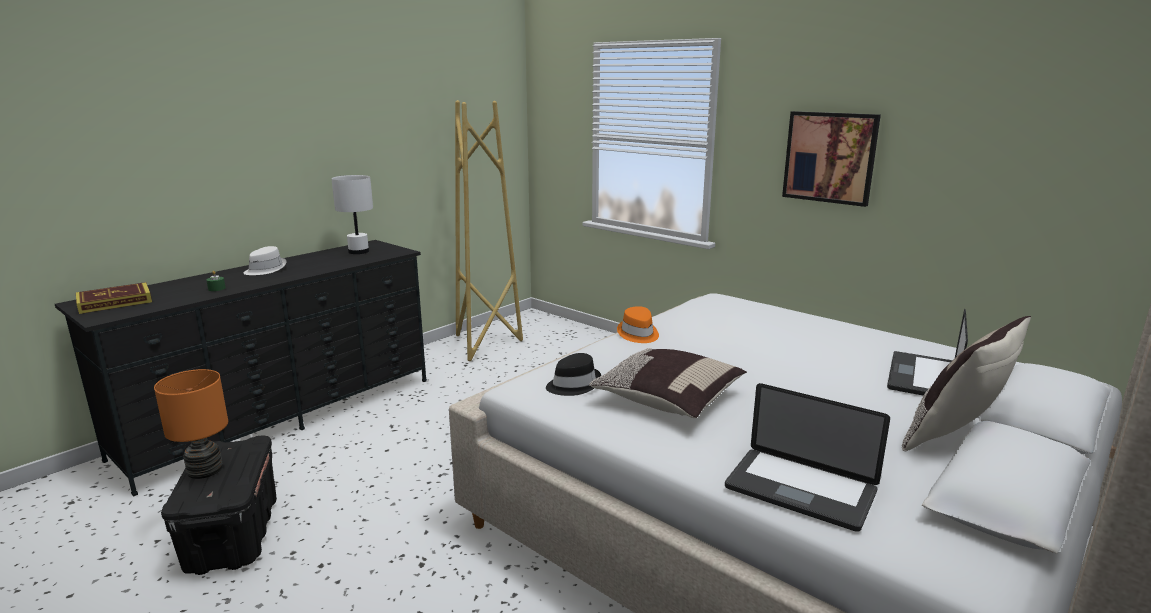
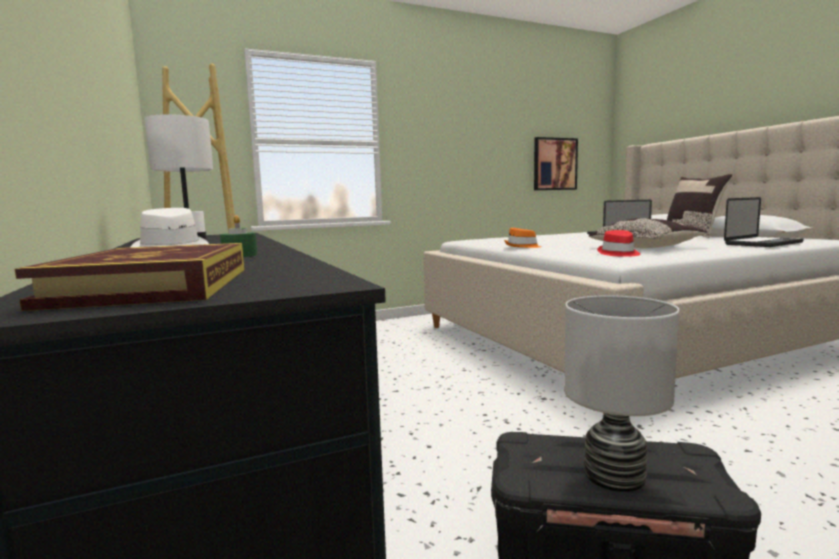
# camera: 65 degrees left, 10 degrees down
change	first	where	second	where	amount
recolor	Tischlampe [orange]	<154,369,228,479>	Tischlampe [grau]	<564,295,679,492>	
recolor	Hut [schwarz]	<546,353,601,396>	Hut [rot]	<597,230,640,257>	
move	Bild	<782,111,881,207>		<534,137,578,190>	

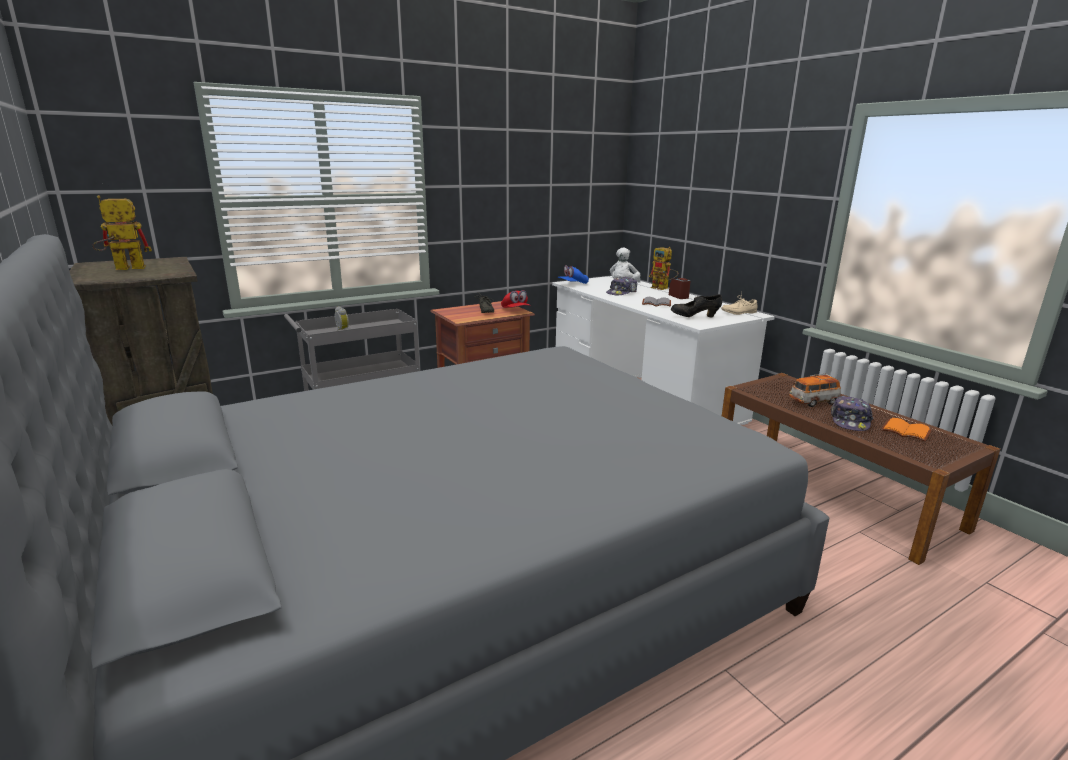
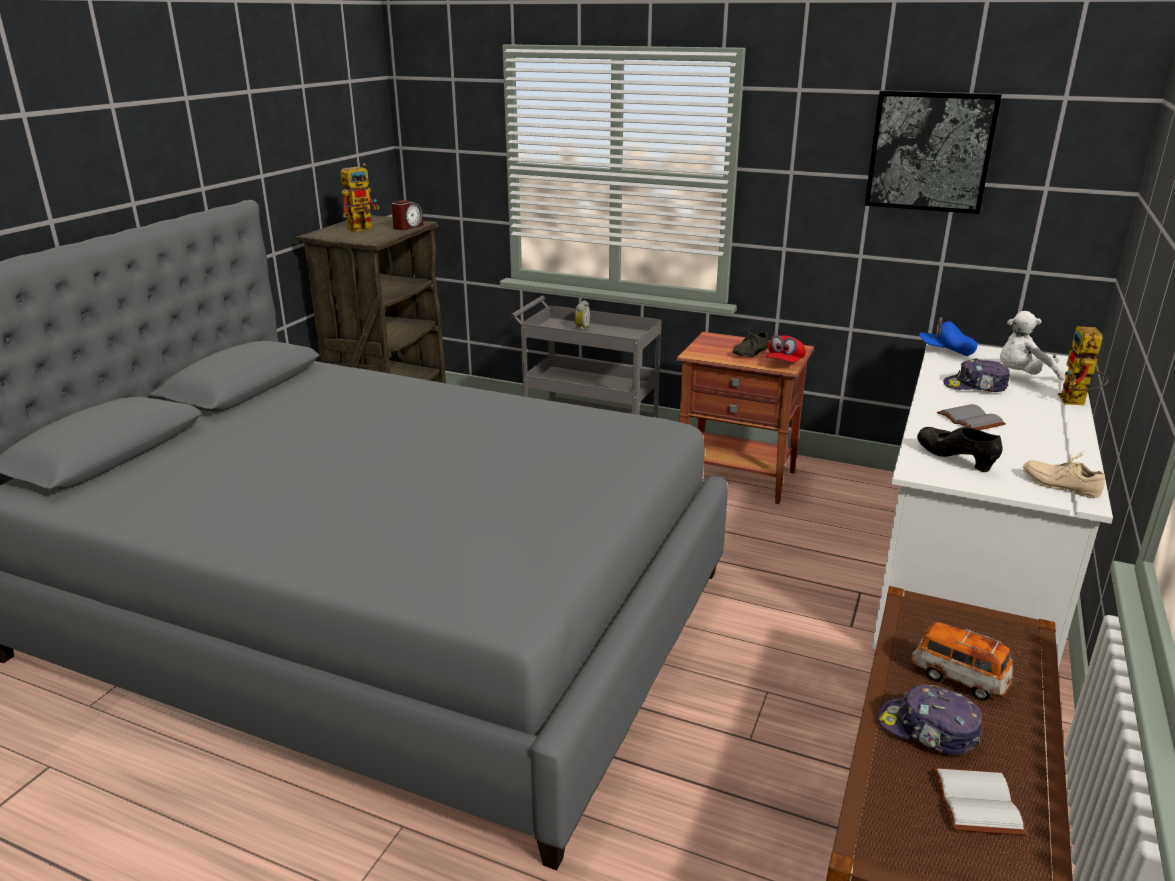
# camera: 55 degrees right, 5 degrees up
change	first	where	second	where	amount
rotate	Spielzeugroboter	<92,195,152,270>		<341,163,379,232>	105 degrees clockwise
move	Wecker	<669,278,691,299>		<391,200,423,230>	
rotate	Kappe	<831,396,873,431>		<878,685,982,755>	45 degrees clockwise
recolor	Buch [orange]	<881,418,932,442>	Buch [weiß]	<933,768,1027,836>	
insert			Bild	<865,91,1002,214>	

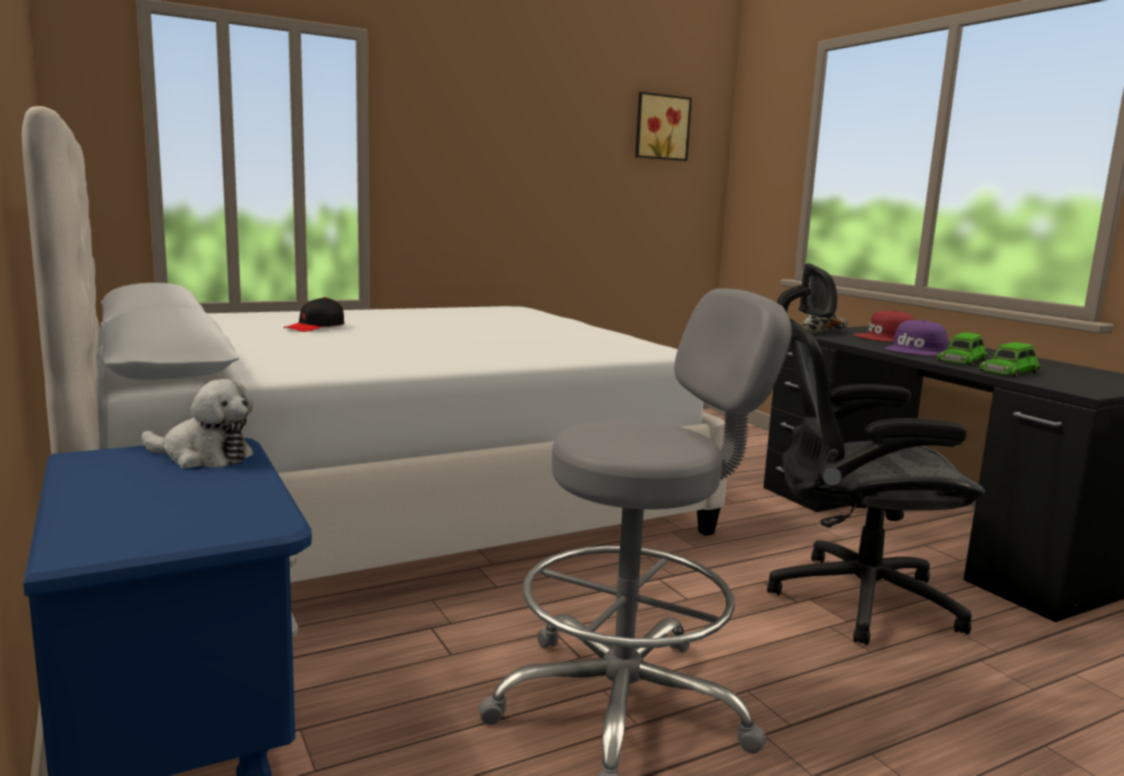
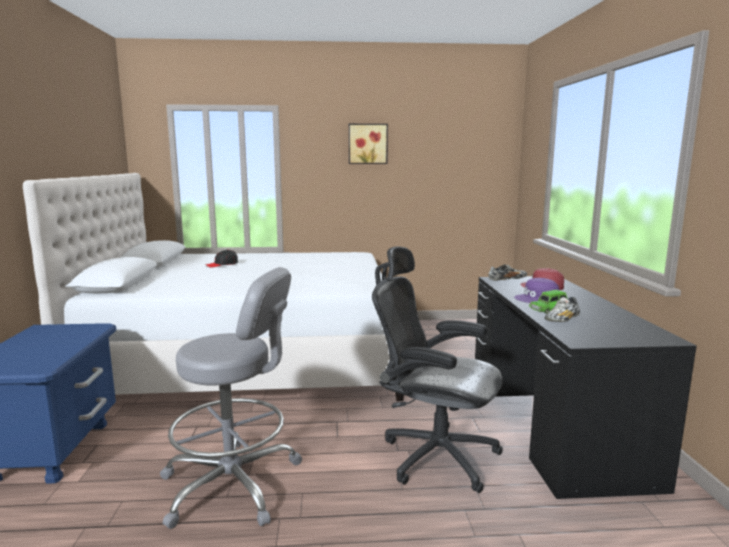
# camera: 25 degrees right, 0 degrees up
change	first	where	second	where	amount
delete	Plüschtier	<141,379,254,468>			
move	Bild	<635,92,692,161>		<349,124,388,164>	
replace	Spielzeugauto [grün]	<980,342,1041,377>	Schuh	<544,297,580,322>	

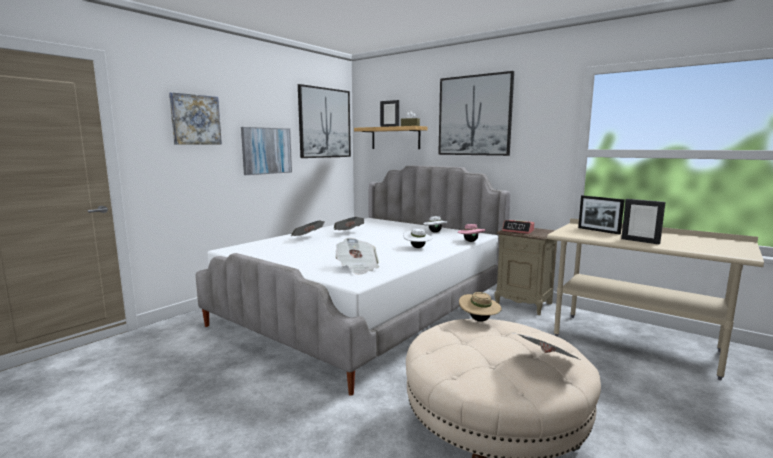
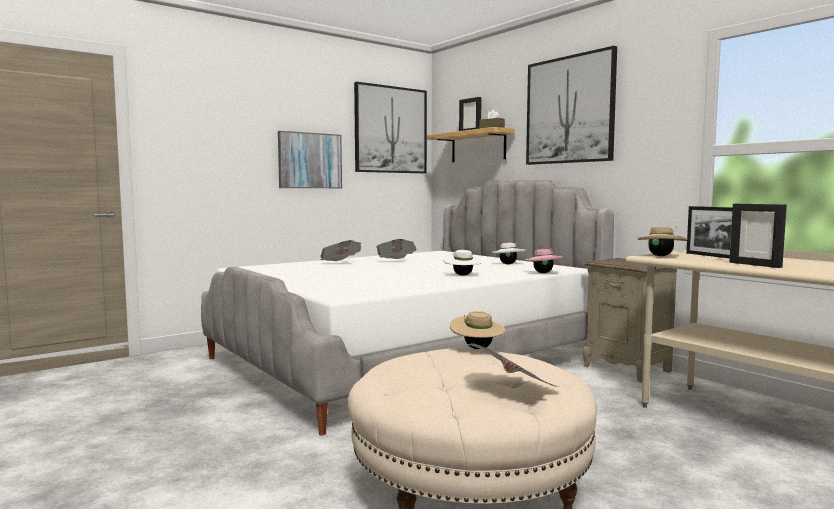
# camera: 15 degrees right, 5 degrees down
change	first	where	second	where	amount
delete	Bild	<169,92,222,144>			
delete	Zeitung	<335,238,379,275>			
delete	Wecker	<502,220,535,234>			
insert			Hut [beige]	<638,227,687,256>	

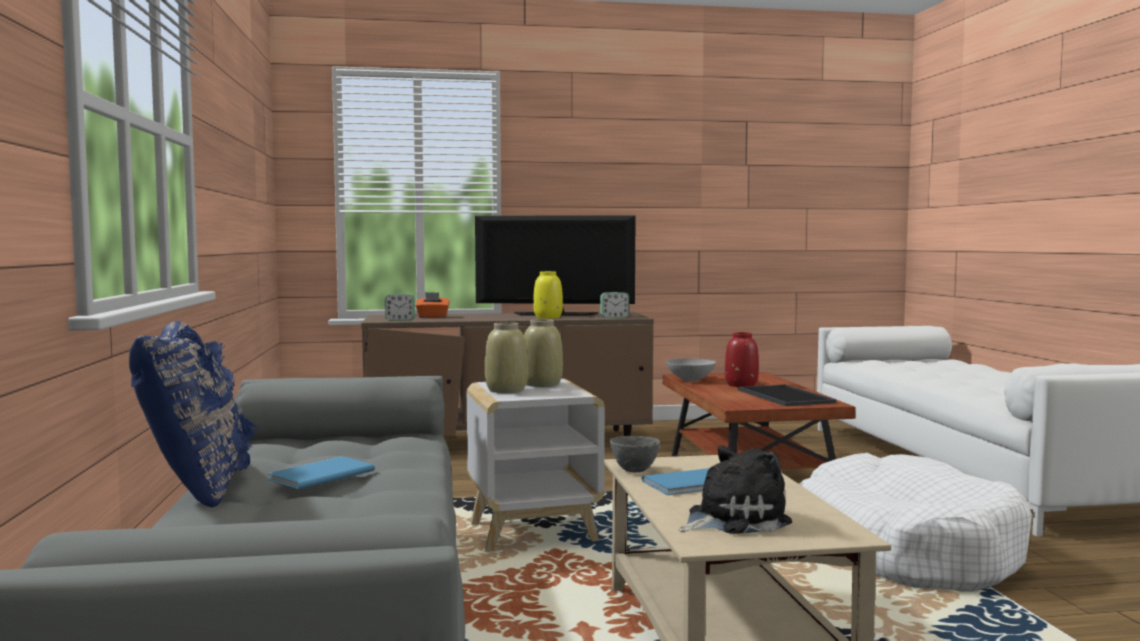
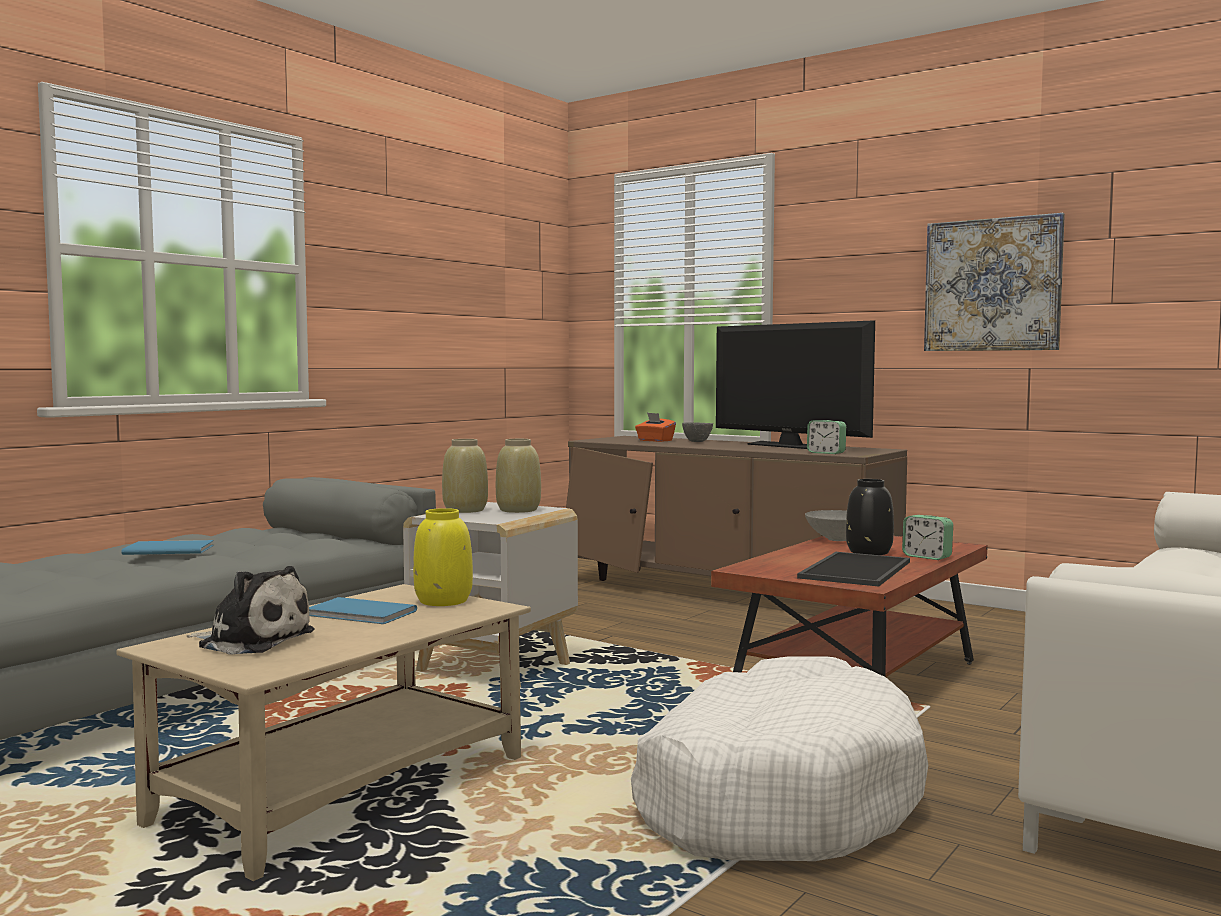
# camera: 45 degrees right, 0 degrees up
change	first	where	second	where	amount
delete	Kissen [blau]	<129,321,259,507>			
move	Wecker	<385,294,415,321>		<902,515,953,560>	
move	Vase [gelb]	<533,271,563,319>		<413,508,473,606>	
move	Schüssel [grau]	<610,436,660,472>		<682,422,713,442>	
recolor	Vase [rot]	<725,332,759,387>	Vase [schwarz]	<846,479,894,555>	
insert			Bild	<924,213,1065,351>	

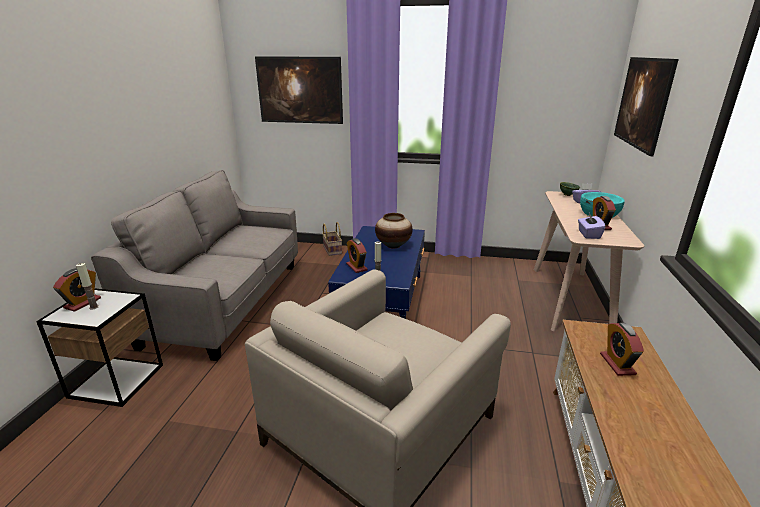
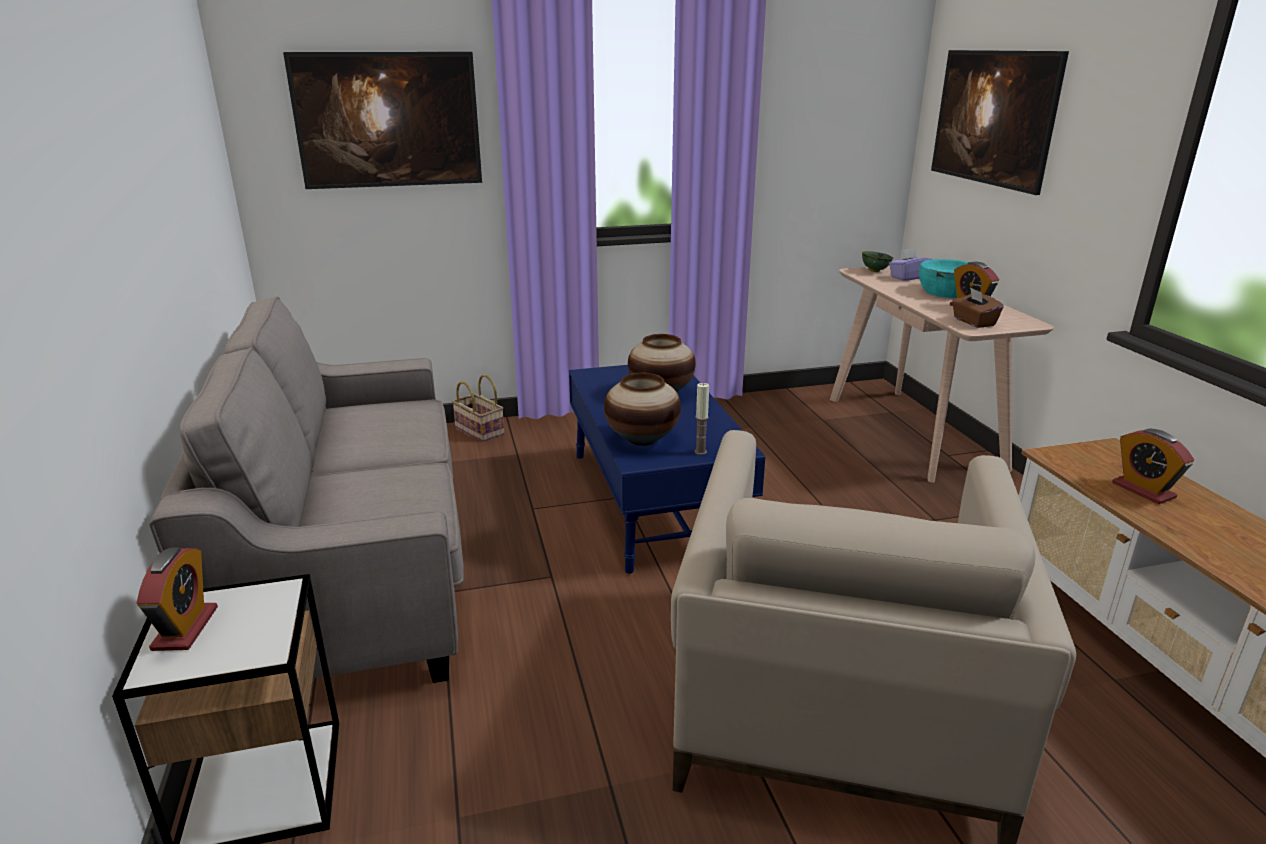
# camera: 25 degrees left, 0 degrees up
change	first	where	second	where	amount
delete	Kerze	<76,263,99,310>			
replace	Wecker	<346,238,368,273>	Vase	<604,373,681,446>	
recolor	Taschentuchbox [lila]	<578,213,606,239>	Taschentuchbox [braun]	<952,287,1004,328>	

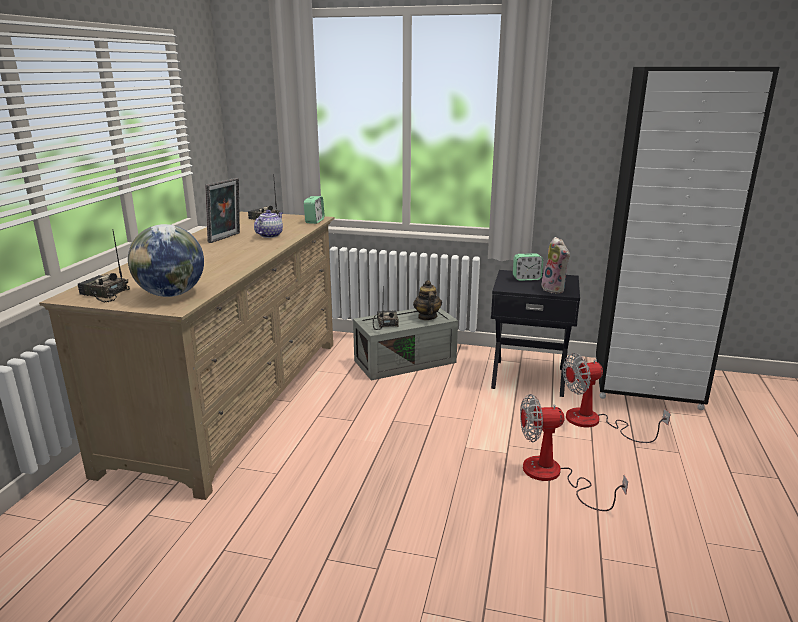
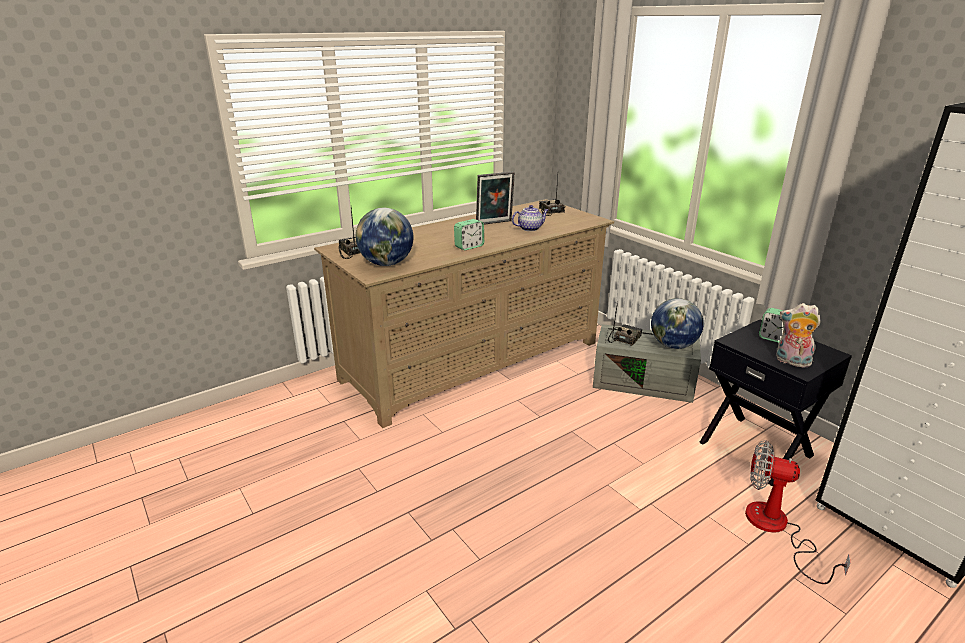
# camera: 40 degrees right, 5 degrees up
change	first	where	second	where	amount
move	Wecker	<304,196,325,224>		<454,219,484,250>	
replace	Teekanne	<413,280,442,320>	Globus	<651,298,704,349>	
delete	Ventilator	<520,394,628,511>			
rotate	Plüschtier	<541,237,570,294>		<776,303,821,368>	105 degrees clockwise

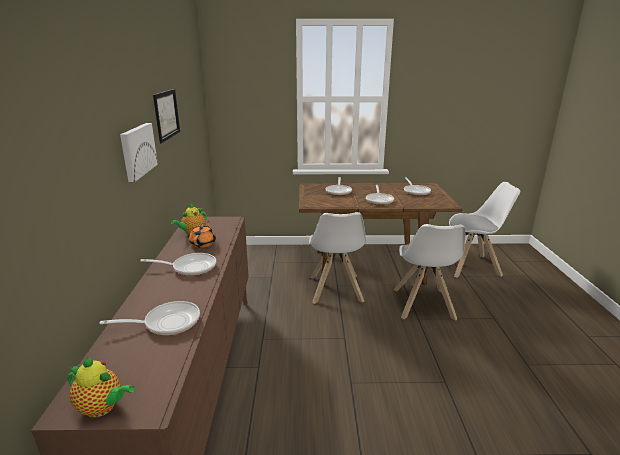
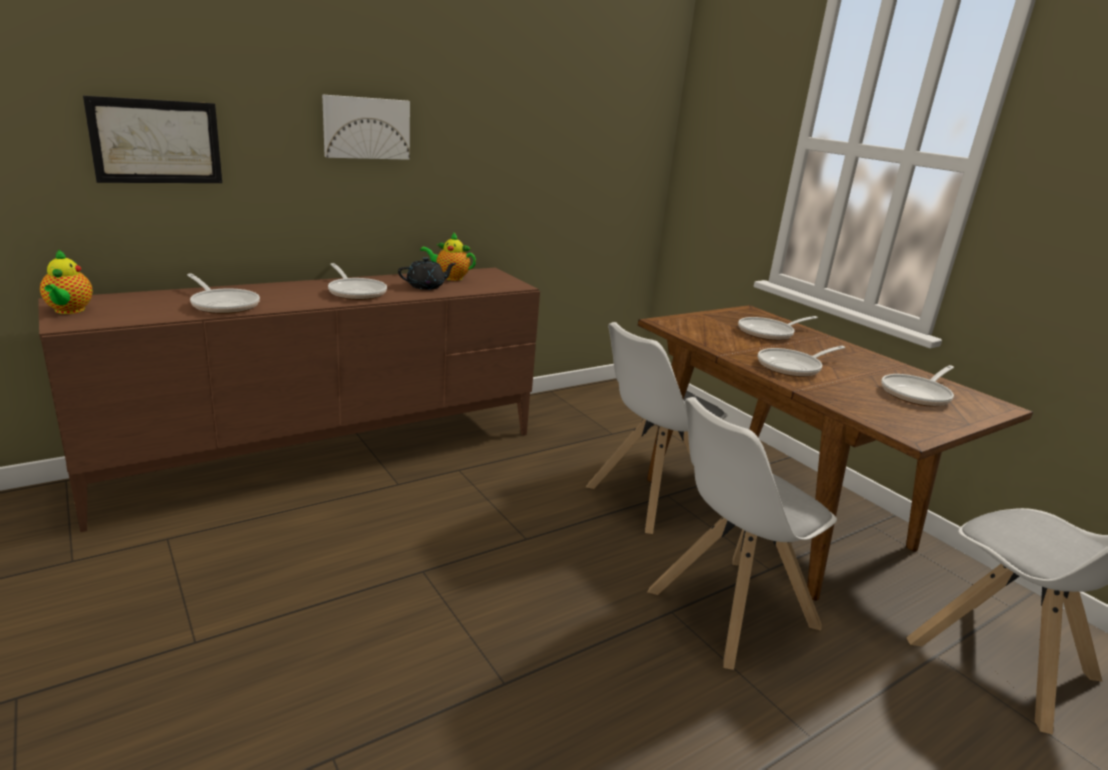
# camera: 55 degrees right, 0 degrees up
change	first	where	second	where	amount
move	Bild	<153,89,180,143>		<83,96,222,183>	
recolor	Teekanne [orange]	<189,221,216,248>	Teekanne [schwarz]	<398,257,457,290>	

